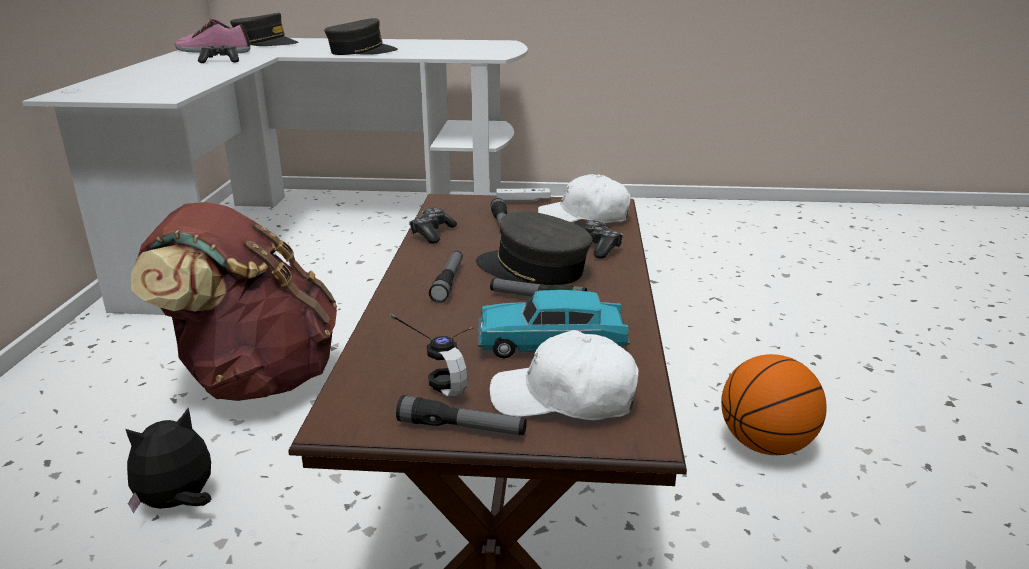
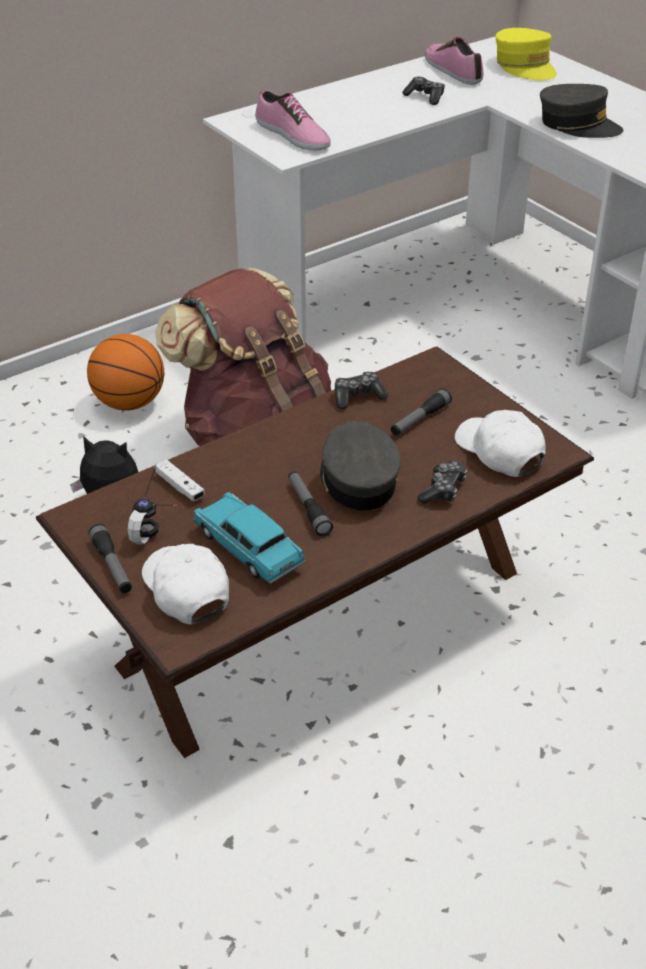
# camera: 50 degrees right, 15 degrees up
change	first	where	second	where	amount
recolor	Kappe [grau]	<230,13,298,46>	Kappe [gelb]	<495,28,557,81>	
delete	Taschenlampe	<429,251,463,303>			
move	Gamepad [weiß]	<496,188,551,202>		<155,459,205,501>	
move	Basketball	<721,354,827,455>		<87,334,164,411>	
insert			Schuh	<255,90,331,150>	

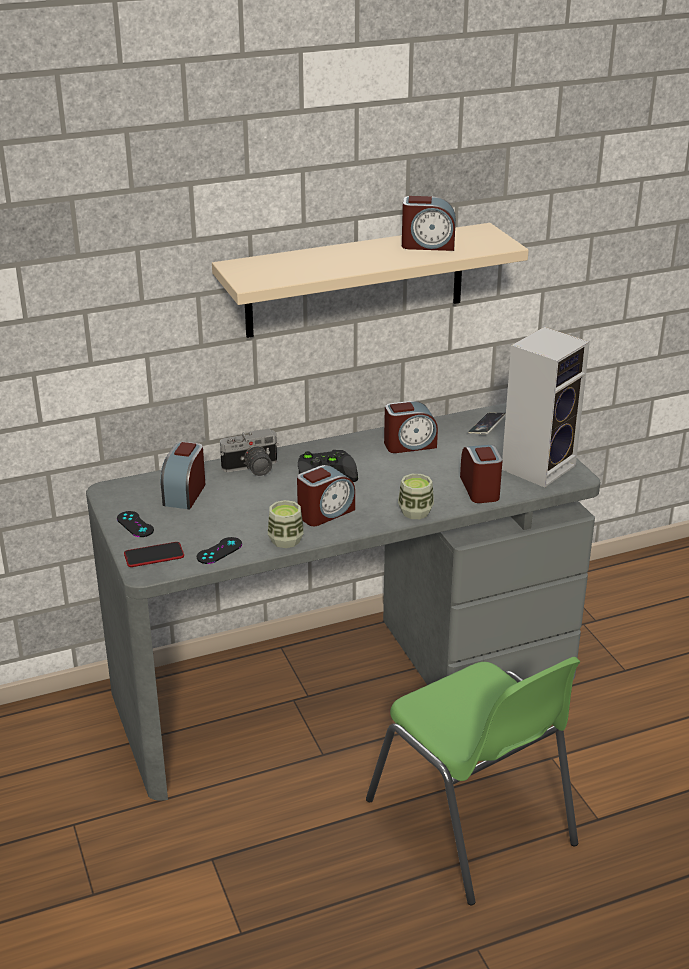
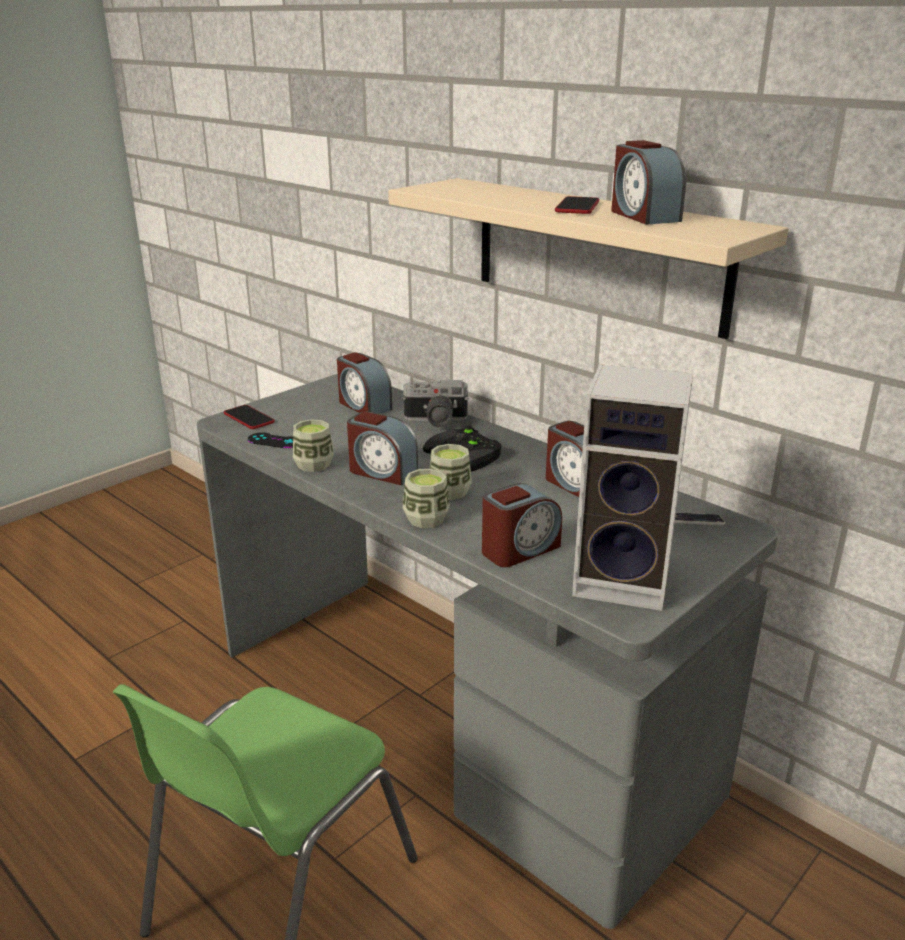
# camera: 65 degrees right, 5 degrees down
change	first	where	second	where	amount
delete	Gamepad [schwarz]	<117,511,154,537>			
rotate	Wecker	<160,442,206,510>		<337,352,392,414>	120 degrees counterclockwise
rotate	Kamera	<220,428,279,476>		<402,380,469,427>	45 degrees counterclockwise
insert			Tasse	<430,444,472,500>	
insert			Handy	<555,196,599,214>	

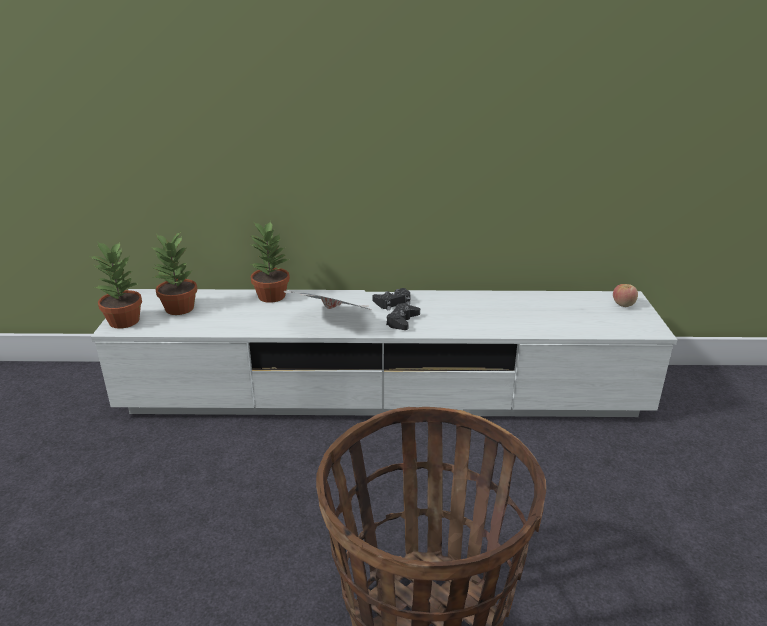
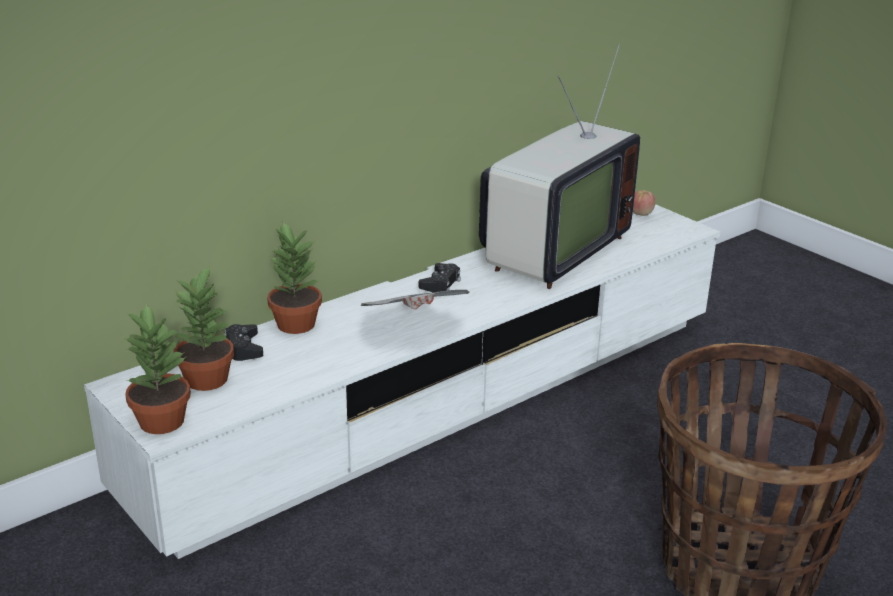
# camera: 40 degrees left, 0 degrees up
change	first	where	second	where	amount
move	Gamepad [schwarz]	<386,303,420,330>		<225,324,263,361>	
insert			Fernseher	<479,44,640,289>	

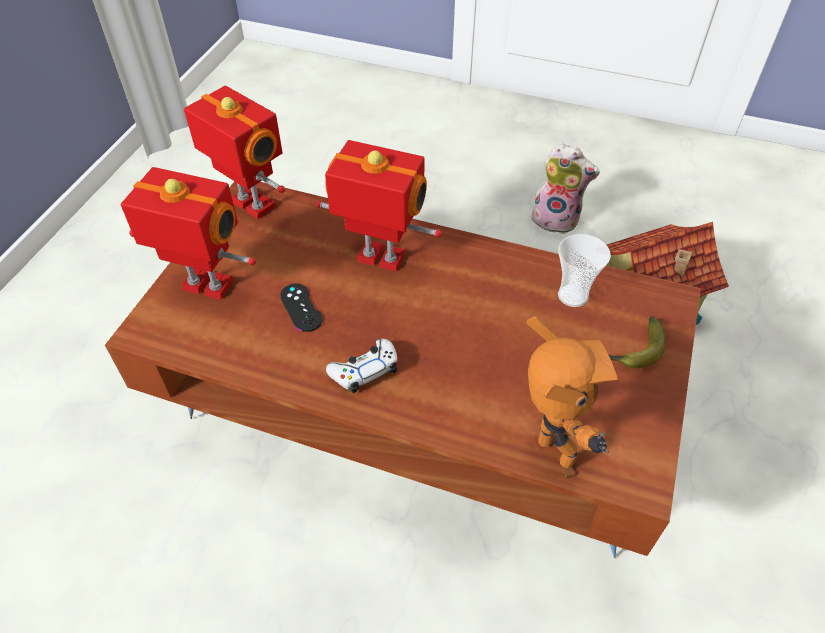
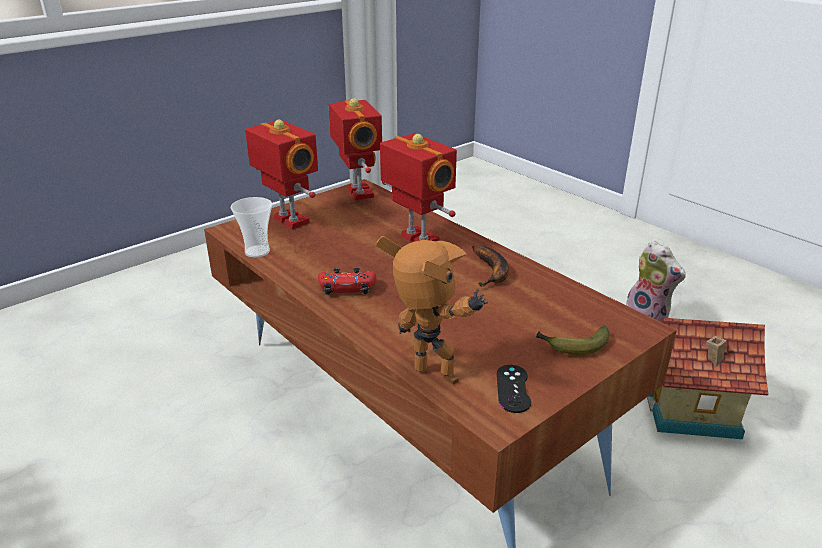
# camera: 30 degrees right, 20 degrees down
change	first	where	second	where	amount
move	Gamepad [schwarz]	<280,283,323,332>		<497,365,531,413>	
recolor	Gamepad [weiß]	<326,339,397,393>	Gamepad [rot]	<318,268,376,295>	
rotate	Spielzeugroboter	<526,316,618,479>		<376,236,488,385>	60 degrees counterclockwise
move	Tasse	<558,234,611,307>		<231,197,272,258>	
insert			Banane	<472,245,509,286>	

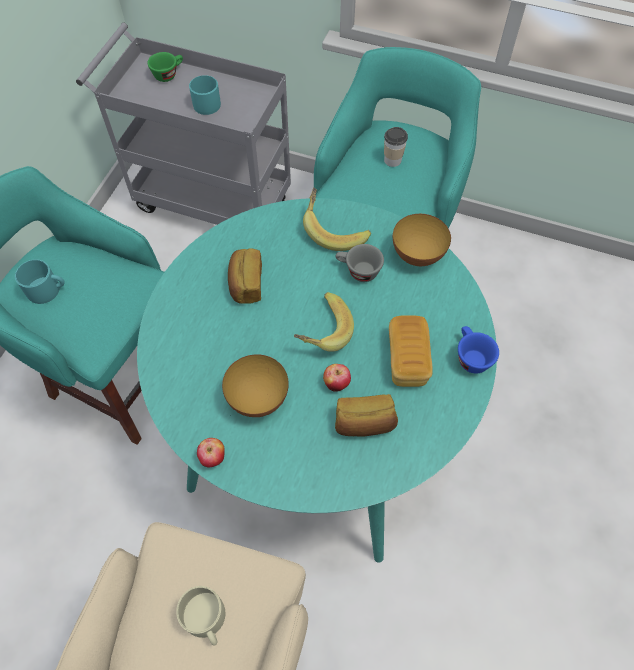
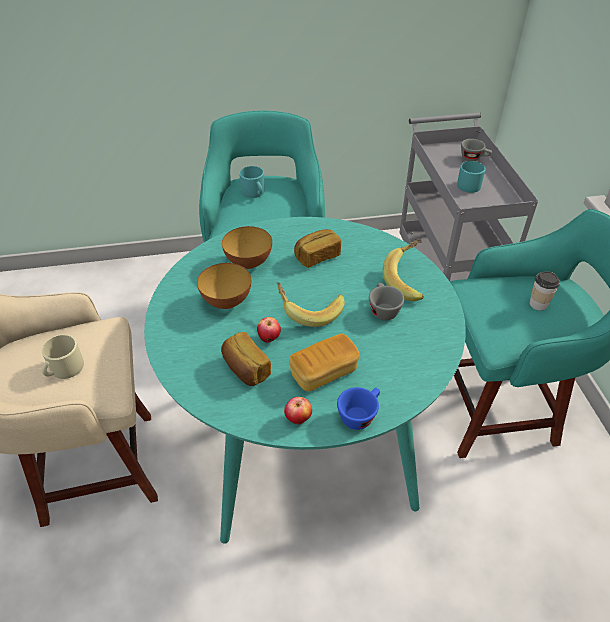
# camera: 60 degrees right, 15 degrees down
change	first	where	second	where	amount
recolor	Tasse [grün]	<148,52,183,82>	Tasse [grau]	<461,139,492,161>	
move	Apfel	<197,438,225,468>		<284,397,312,424>	
move	Schüssel	<393,214,451,266>		<222,226,272,269>	

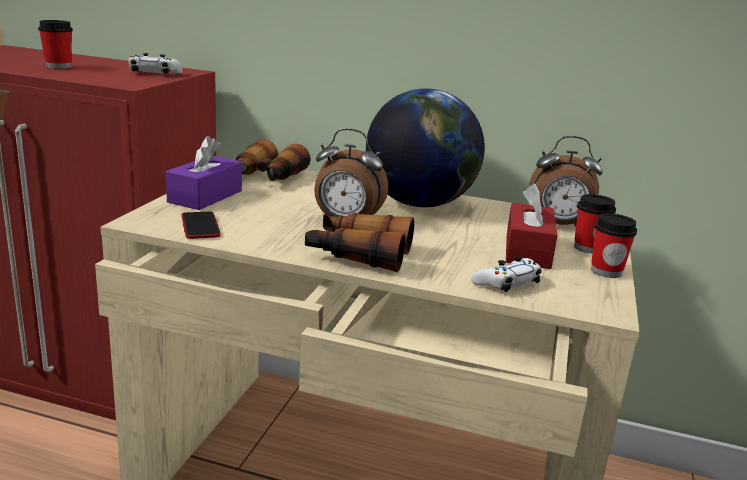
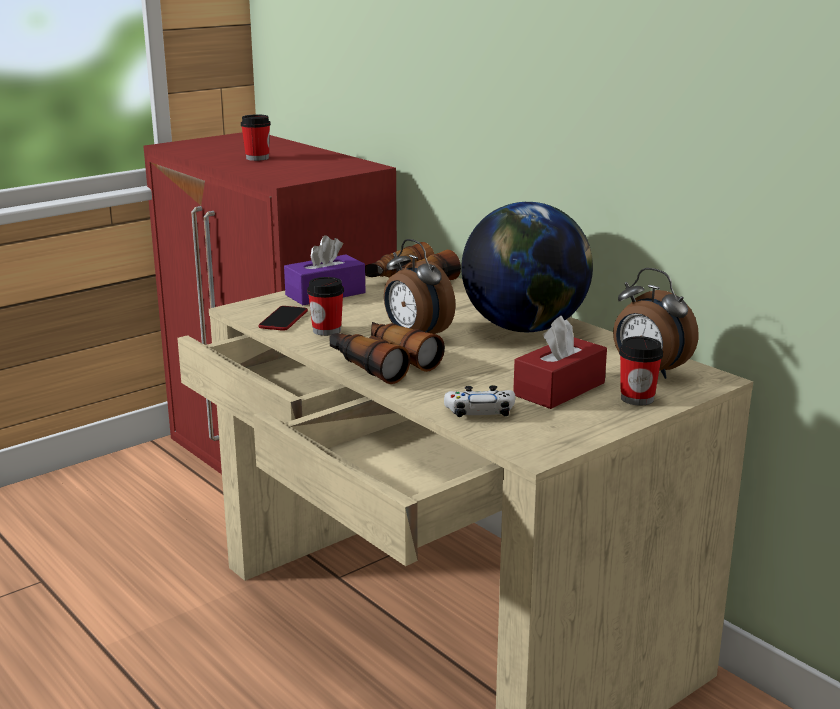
# camera: 35 degrees right, 0 degrees up
change	first	where	second	where	amount
delete	Gamepad [weiß]	<128,53,183,74>			
move	Tasse	<591,213,637,278>		<307,277,344,336>	

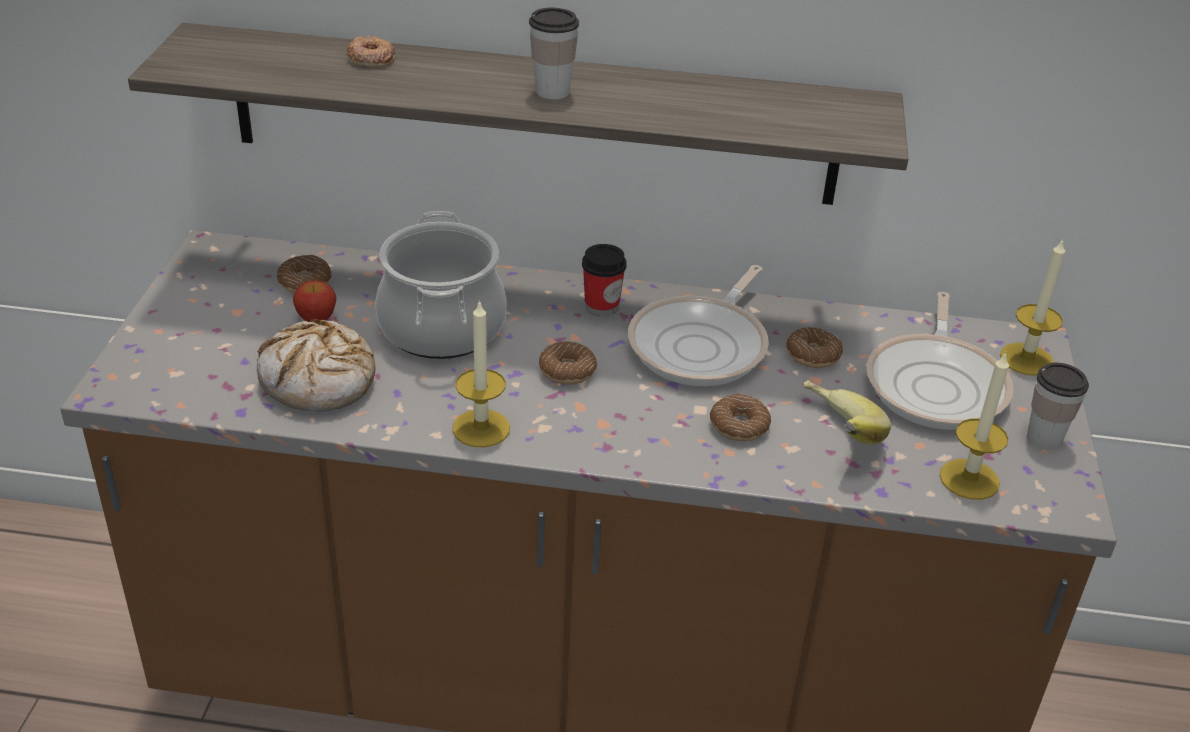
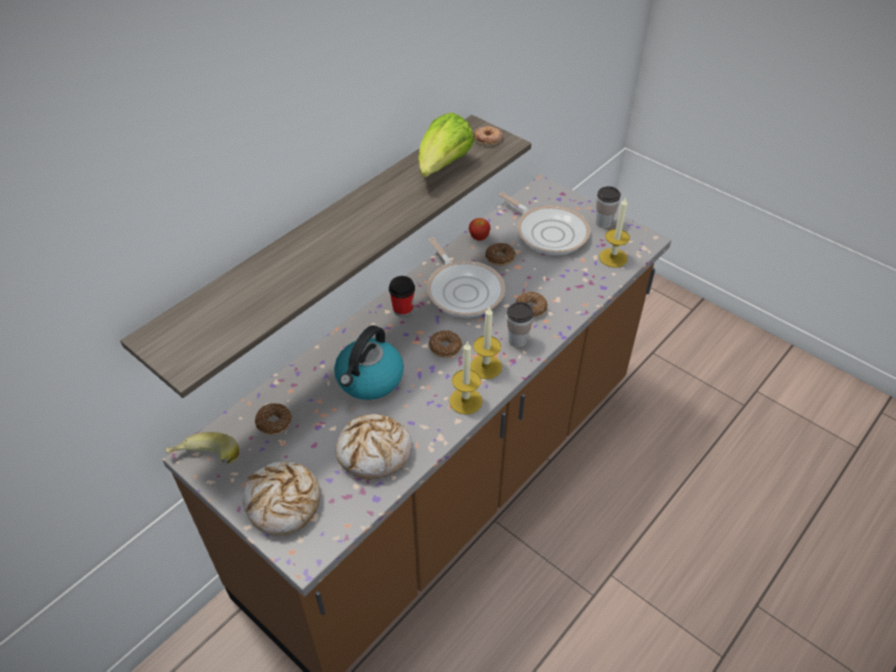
# camera: 55 degrees left, 10 degrees up
change	first	where	second	where	amount
move	Apfel	<293,281,336,322>		<469,218,491,241>	
move	Donut	<346,35,395,67>		<474,126,503,146>	
replace	Kochtopf	<375,211,507,359>	Wasserkessel	<334,325,404,400>	
move	Tasse	<529,8,579,99>		<507,302,534,347>	
move	Banane	<803,380,891,445>		<165,432,239,464>	
move	Kerze	<1000,239,1065,376>		<470,306,502,379>	
insert			Brot	<243,462,320,536>	
insert			Salatkopf	<418,113,474,177>	

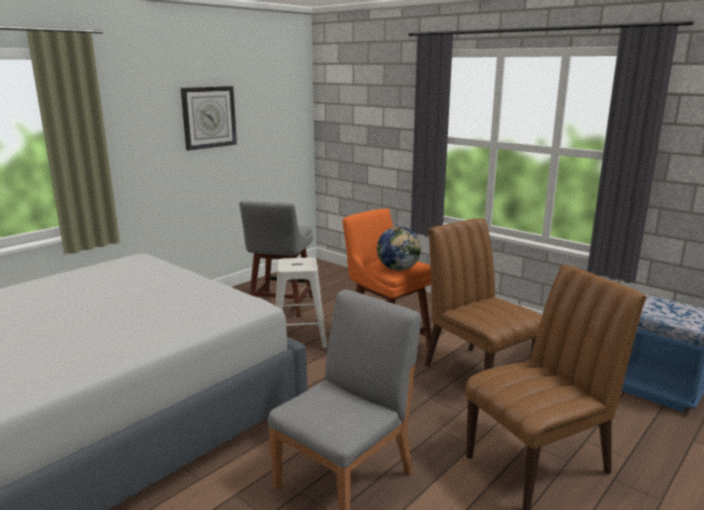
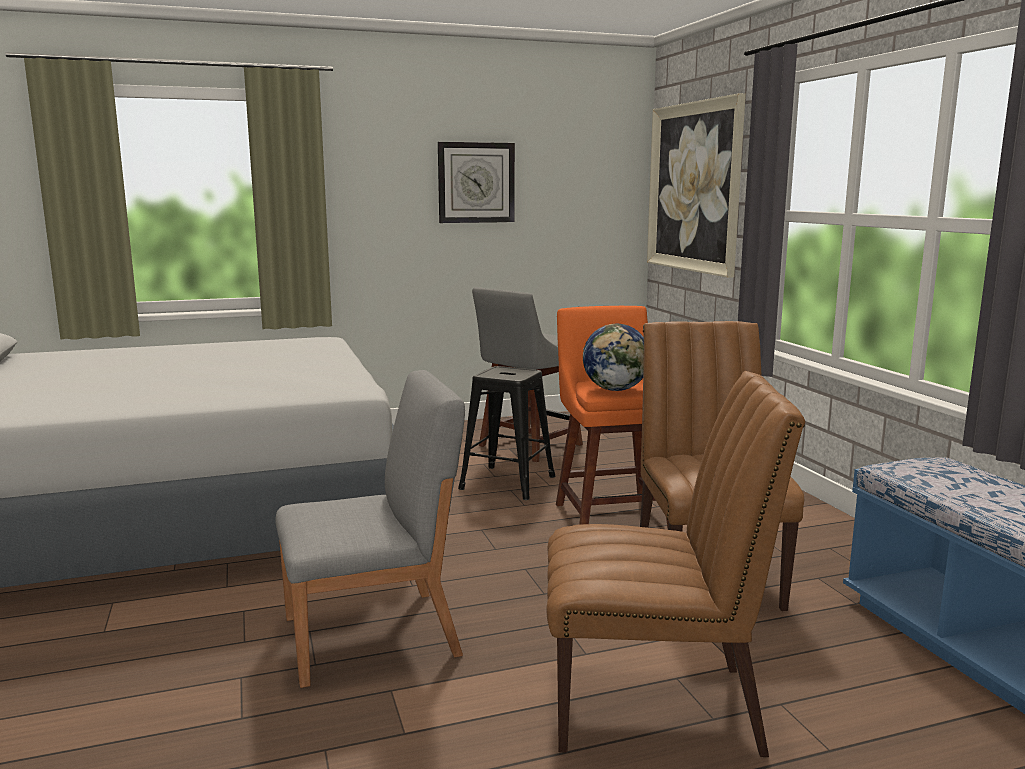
# camera: 30 degrees right, 5 degrees down
change	first	where	second	where	amount
recolor	Hocker [weiß]	<276,257,328,349>	Hocker [schwarz]	<458,366,555,500>	
insert			Bild	<647,93,746,278>	

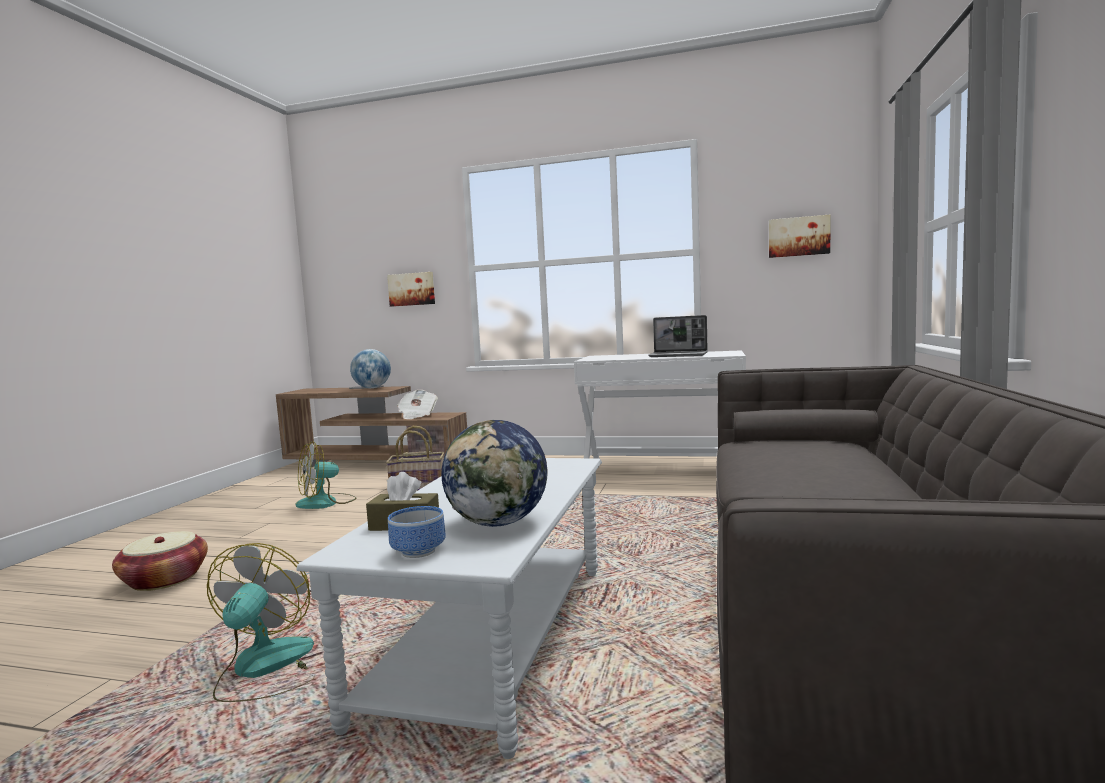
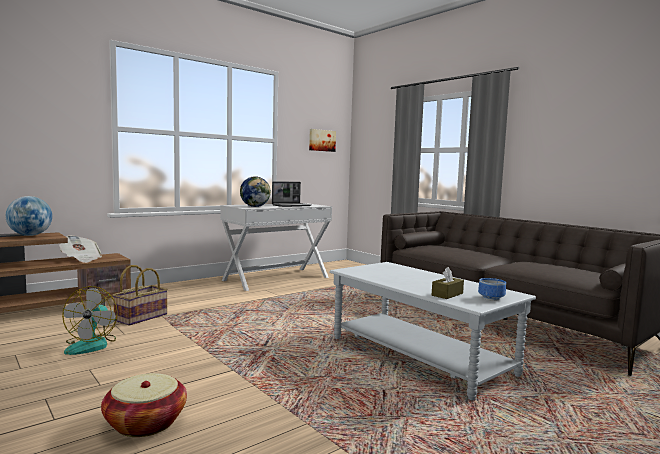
# camera: 55 degrees left, 0 degrees up
change	first	where	second	where	amount
delete	Ventilator	<207,543,315,702>			
delete	Bild	<387,272,435,307>			
move	Globus	<441,420,548,527>		<240,176,271,207>	

